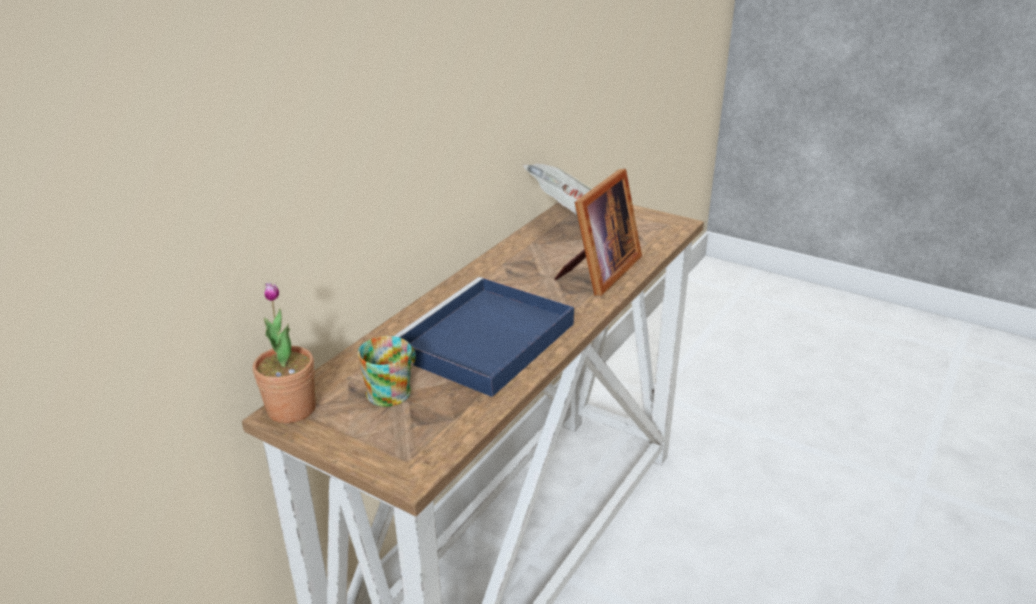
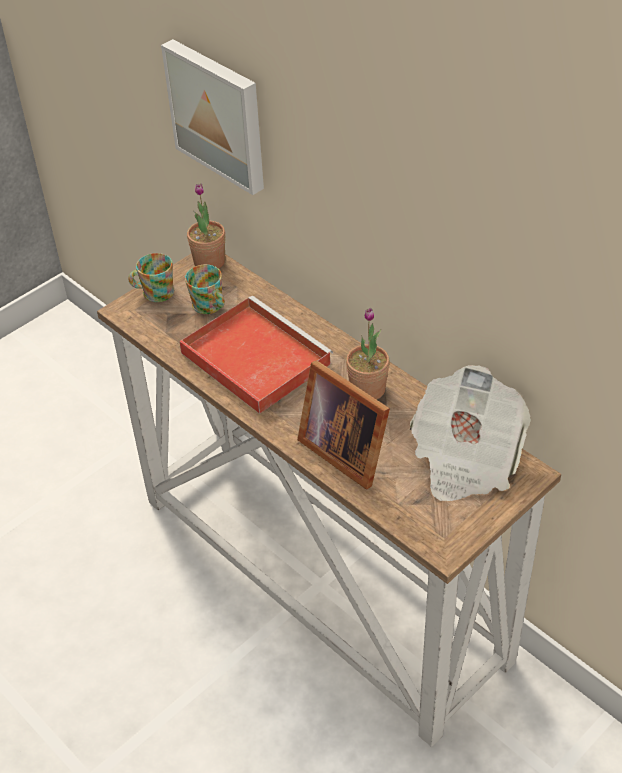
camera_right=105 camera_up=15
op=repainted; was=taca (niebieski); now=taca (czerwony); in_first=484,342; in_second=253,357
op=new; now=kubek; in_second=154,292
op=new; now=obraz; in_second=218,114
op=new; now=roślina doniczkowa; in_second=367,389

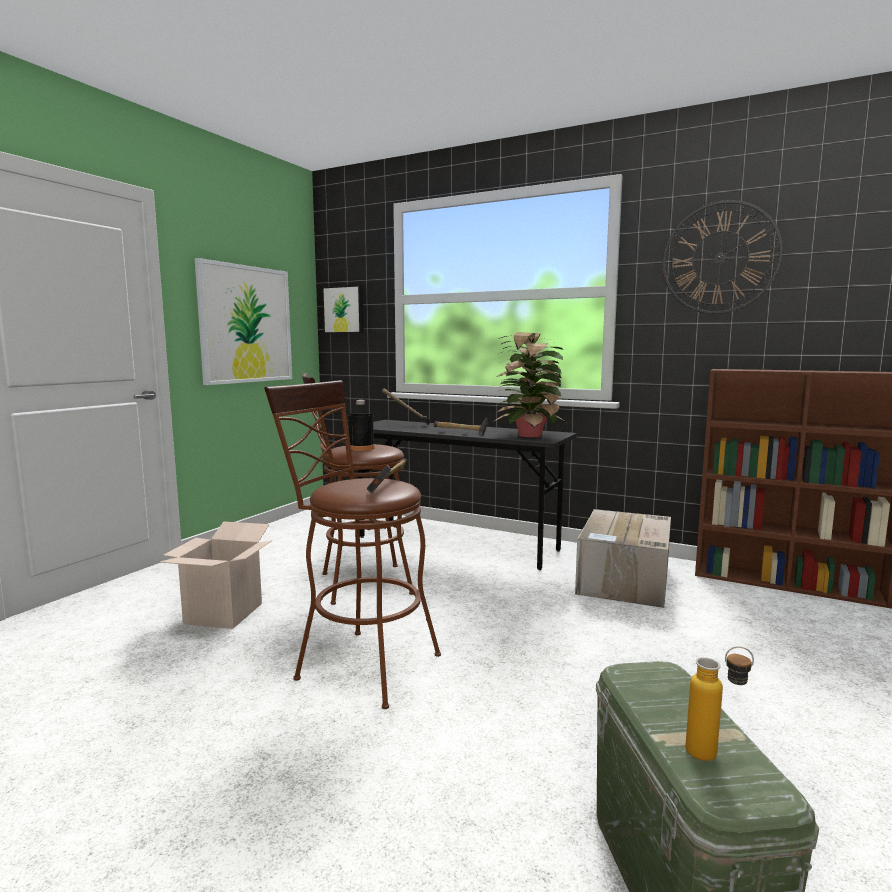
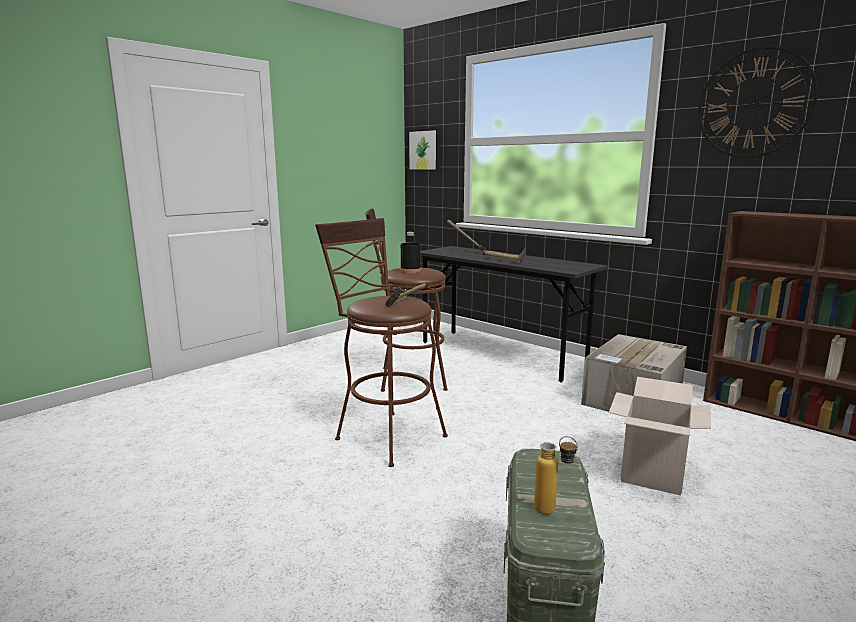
camera_right=15 camera_up=5
op=shifted; was=karton; in_first=223,613; in_second=652,474
op=gone; was=obraz; in_first=246,324
op=gone; was=roślina doniczkowa; in_first=529,435

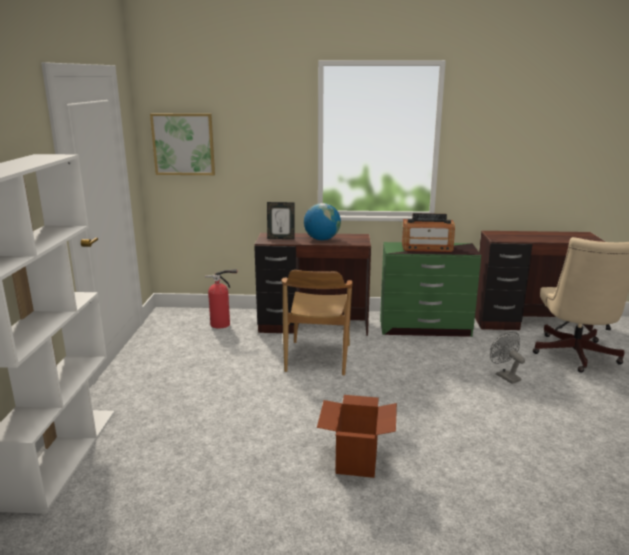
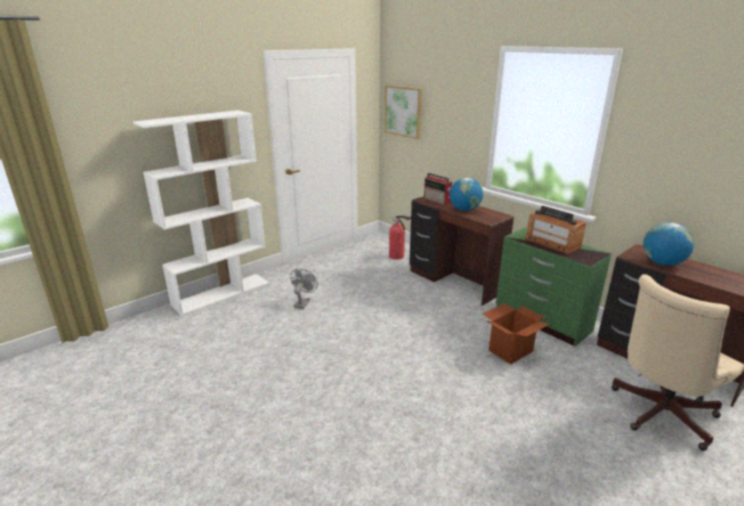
camera_right=45 camera_up=5
op=swapped; was=ramka na zdjęcie; now=radio; in_first=281,238; in_second=437,200
op=gone; was=krzesło (brązowy); in_first=317,358
op=shifted; was=karton; in_first=356,459; in_second=510,351
op=shifted; was=wentylator (szary); in_first=504,376; in_second=303,302
op=new; now=globus; in_second=662,263

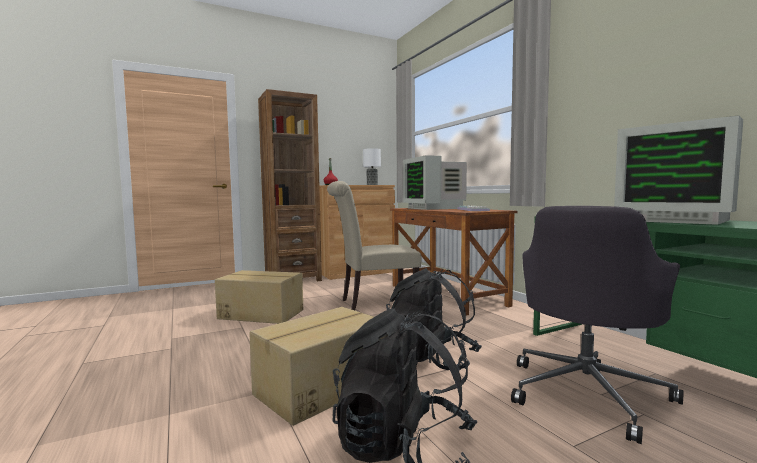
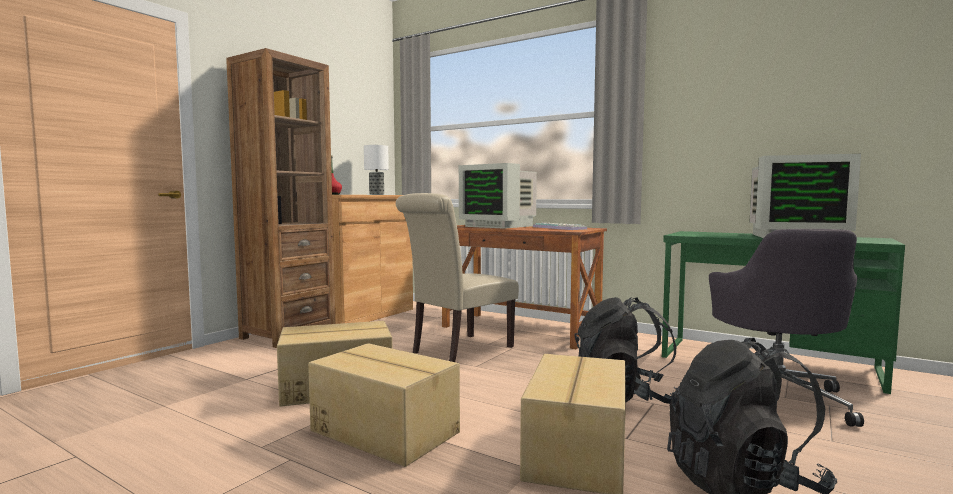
camera_right=-30 camera_up=0
op=new; now=karton; in_second=385,431

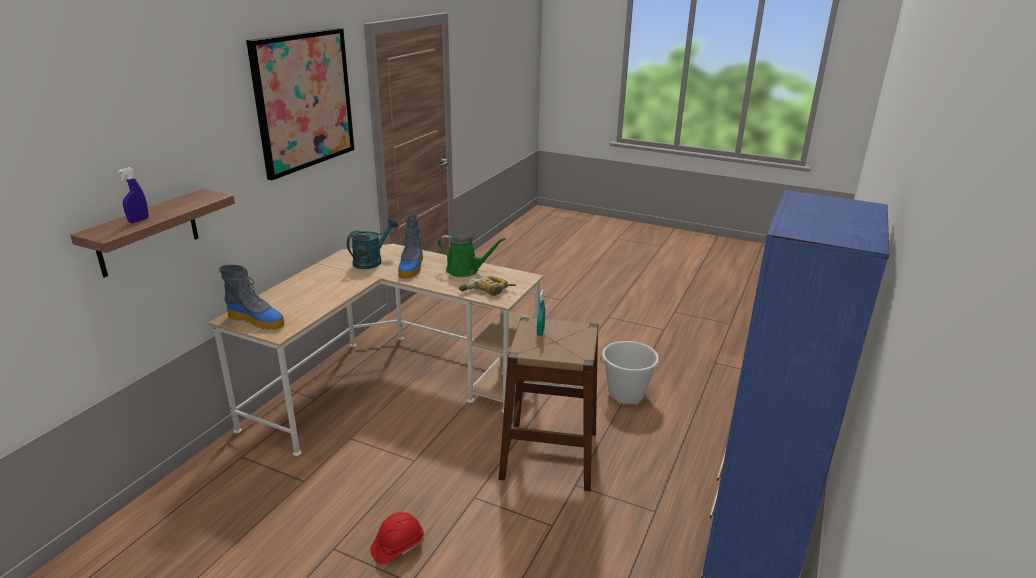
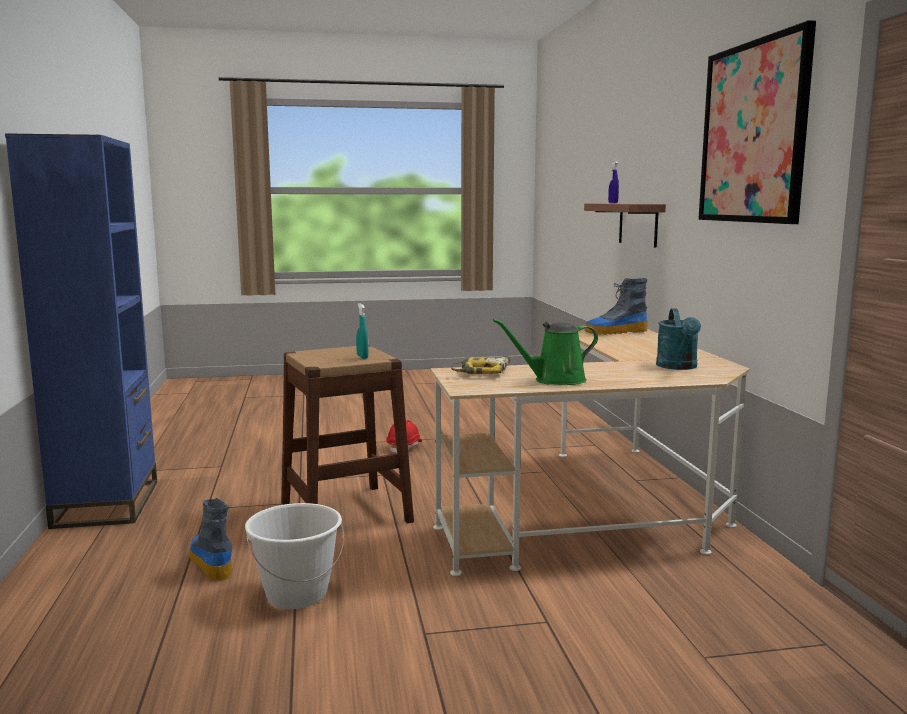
camera_right=145 camera_up=-15
op=shifted; was=but z cholewką; in_first=411,267; in_second=210,563

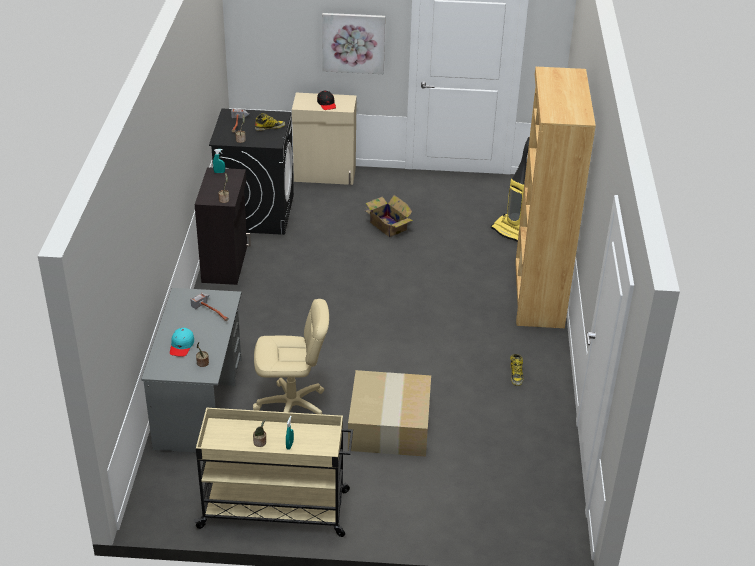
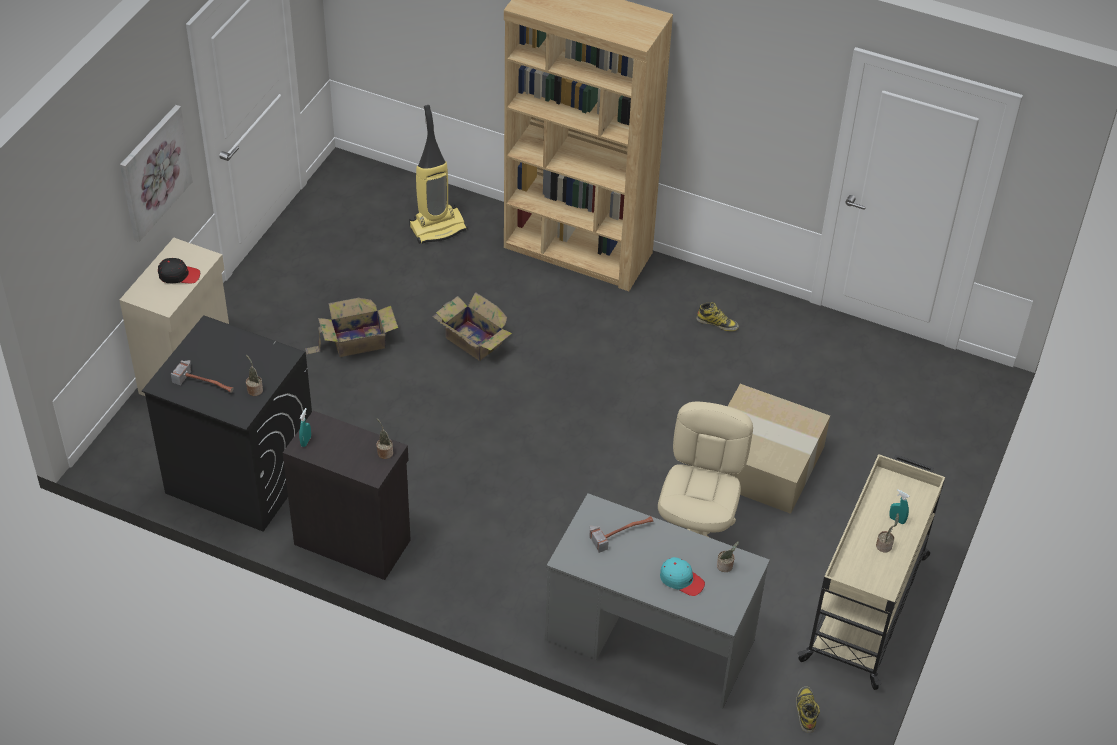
camera_right=-70 camera_up=10
op=shifted; was=but z cholewką; in_first=270,127; in_second=806,711
op=new; now=karton; in_second=472,339

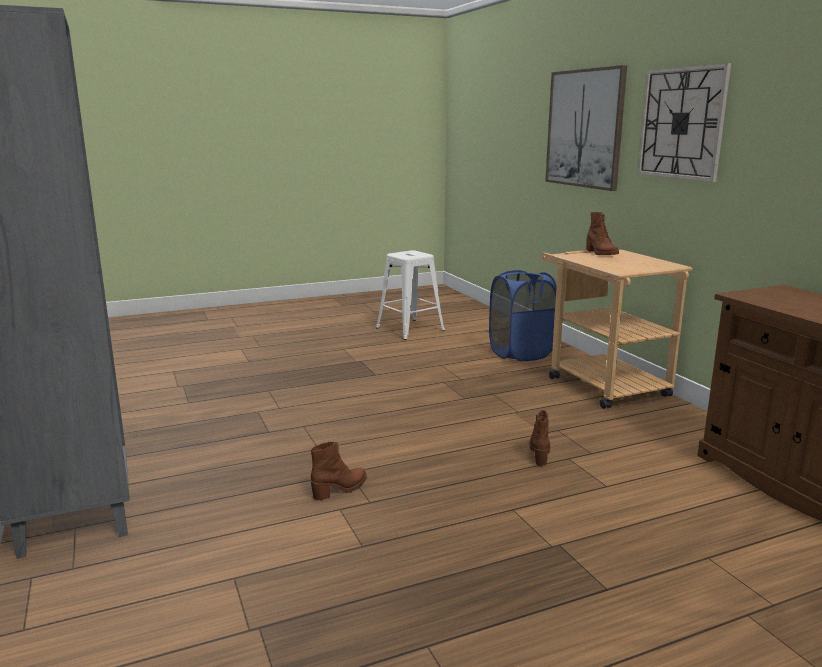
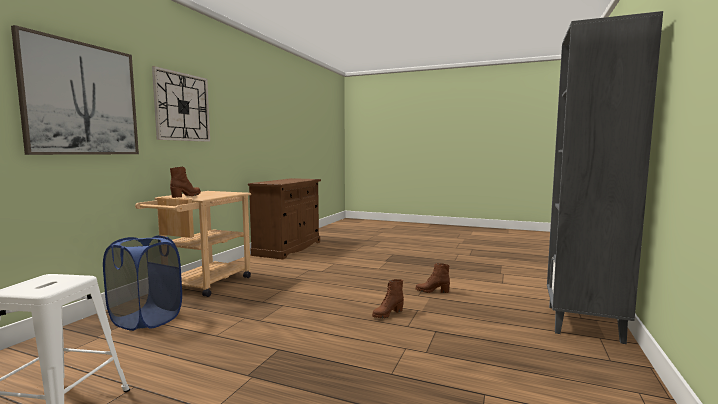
camera_right=-135 camera_up=-10
op=shifted; was=but z cholewką (brązowy); in_first=540,453; in_second=387,314

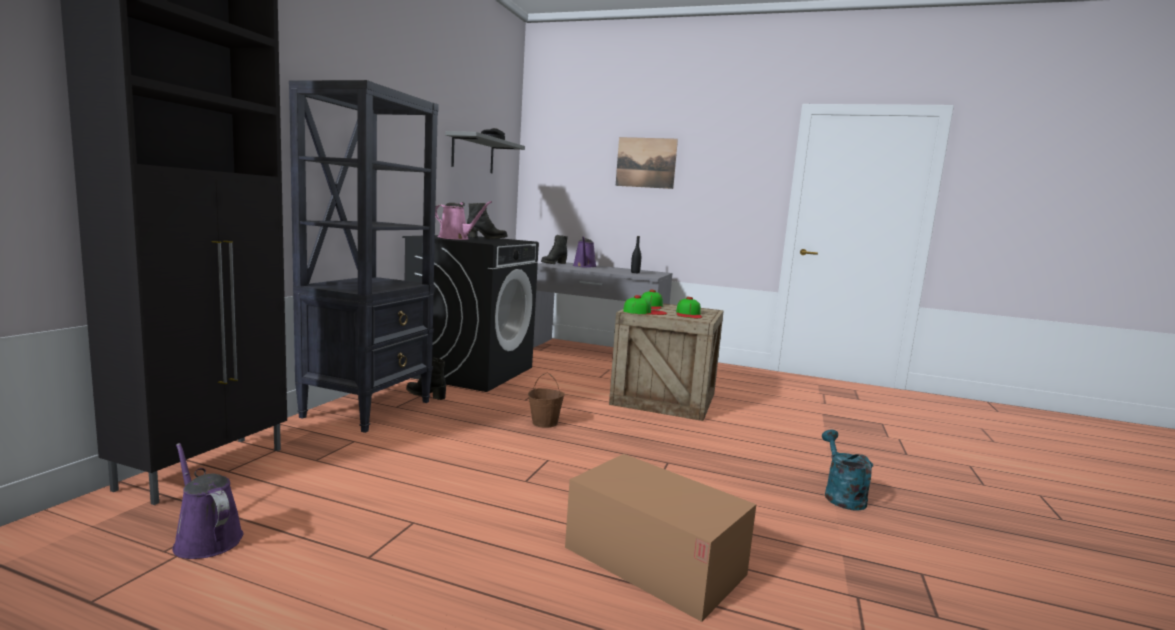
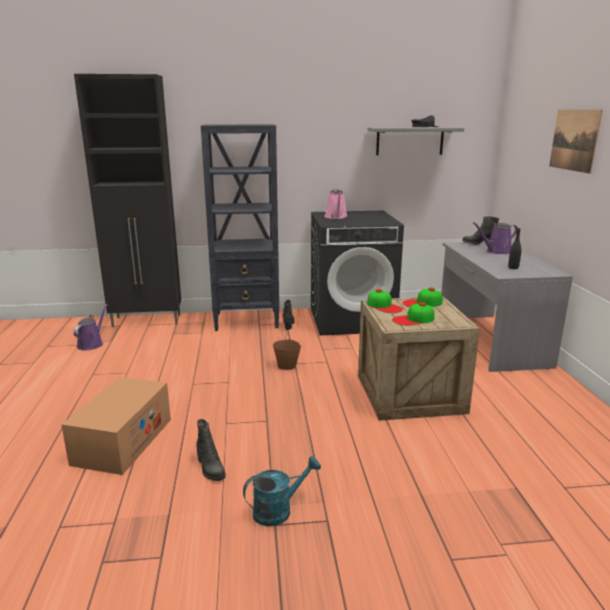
camera_right=65 camera_up=10
op=shifted; was=but z cholewką (czarny); in_first=486,238; in_second=210,469

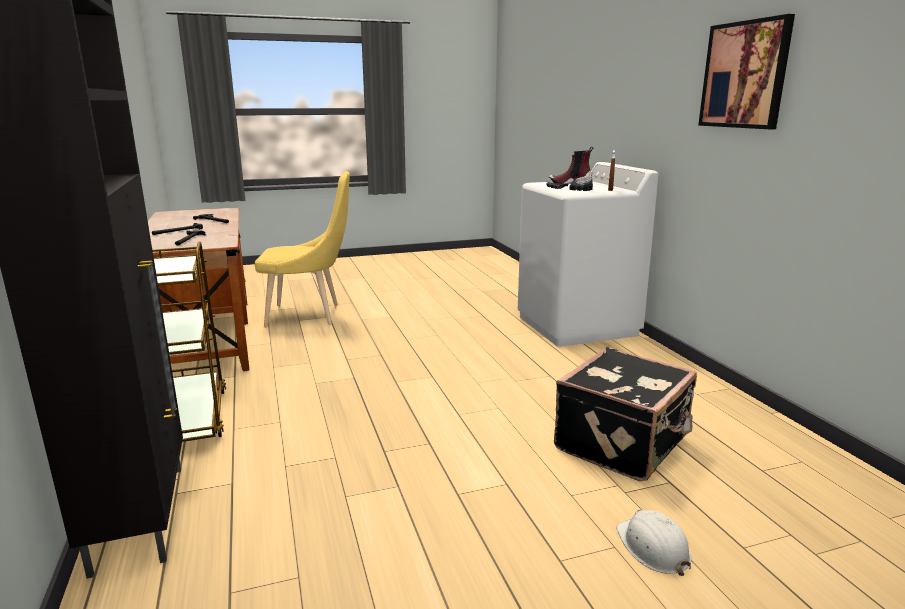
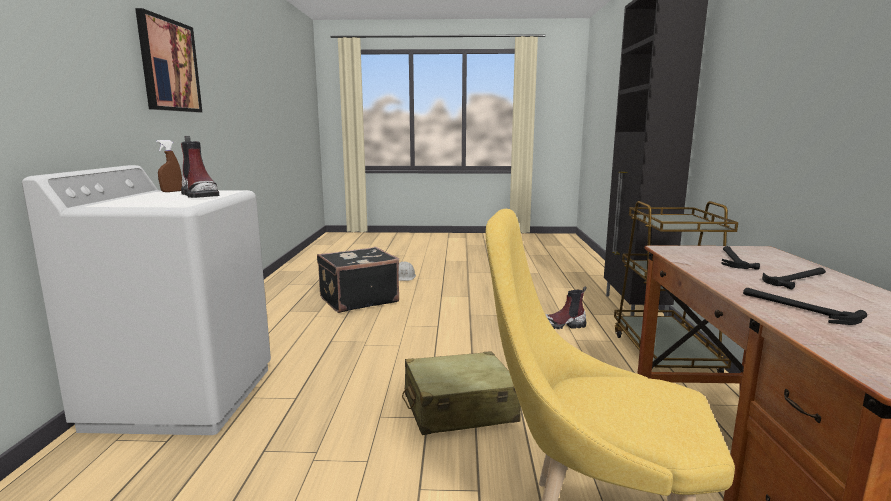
camera_right=-160 camera_up=-5
op=new; now=walizka (beżowy); in_second=459,408
op=new; now=but z cholewką; in_second=564,325

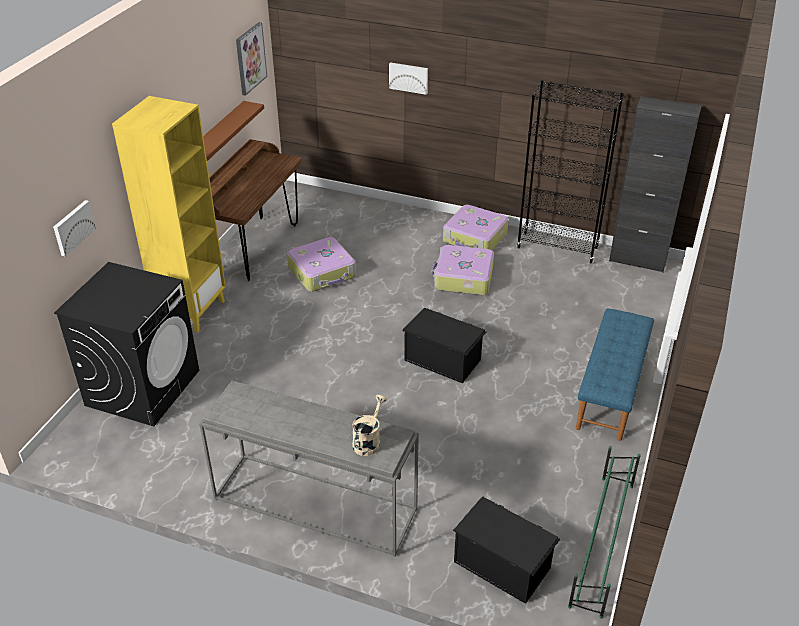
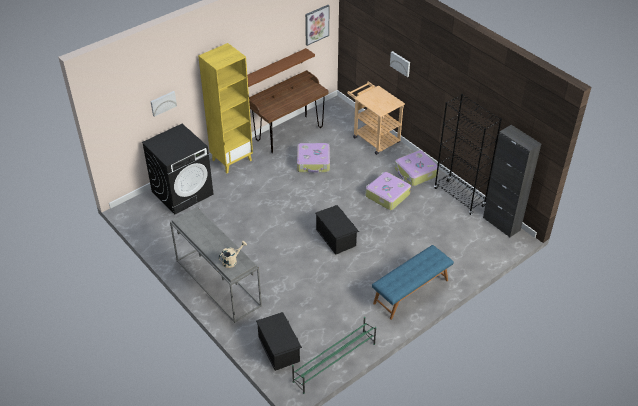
camera_right=30 camera_up=5
op=new; now=wózek (beżowy); in_second=373,138

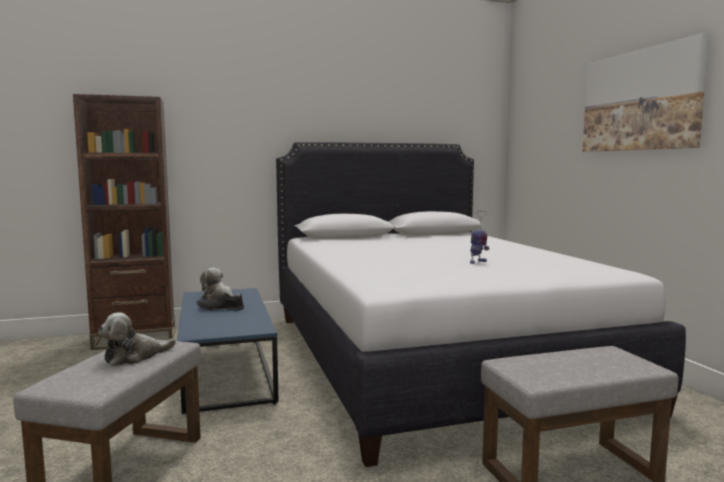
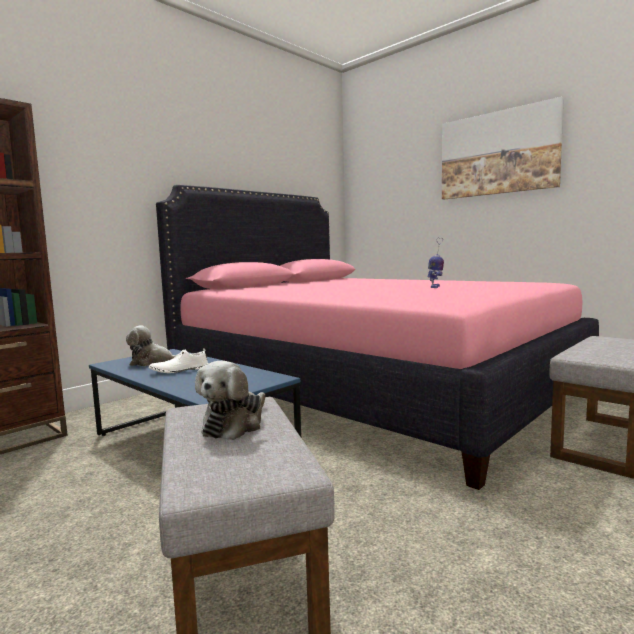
camera_right=-30 camera_up=0
op=repainted; was=but (czarny); now=but (biały); in_first=220,308; in_second=179,370
op=repainted; was=łóżko (biały); now=łóżko (różowy); in_first=431,357; in_second=368,390

